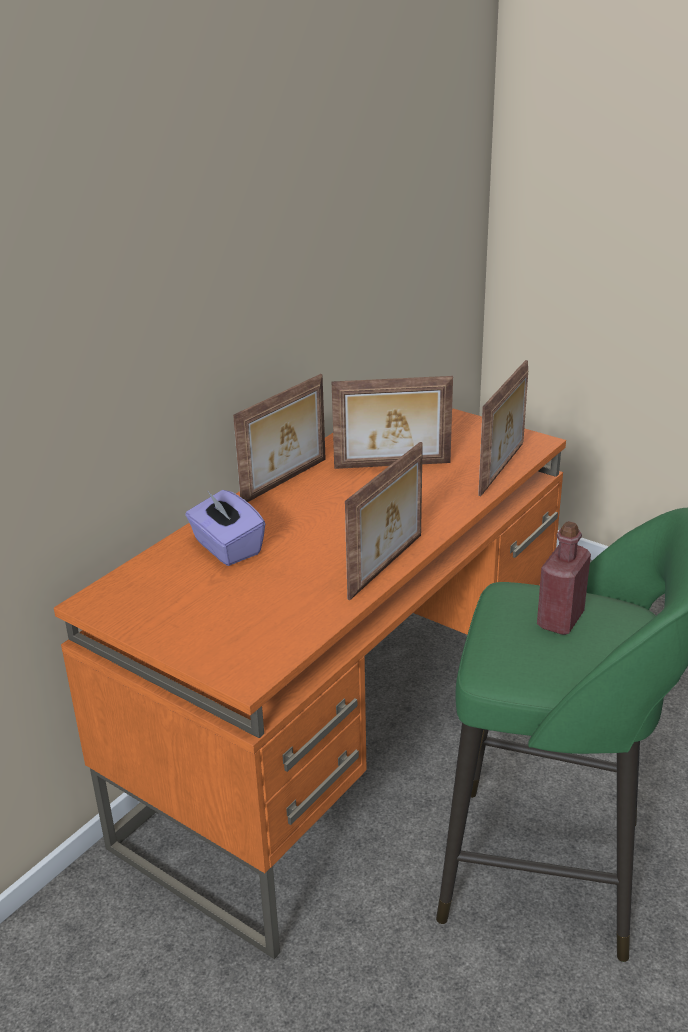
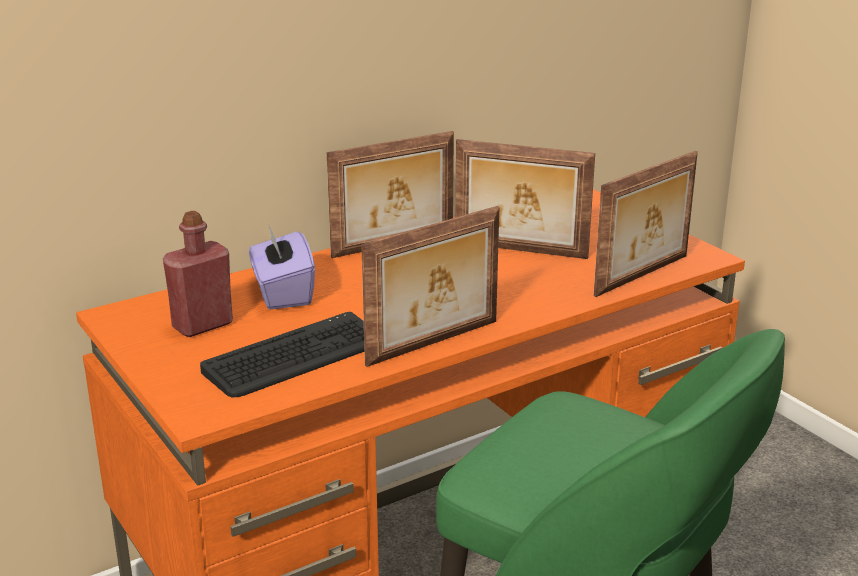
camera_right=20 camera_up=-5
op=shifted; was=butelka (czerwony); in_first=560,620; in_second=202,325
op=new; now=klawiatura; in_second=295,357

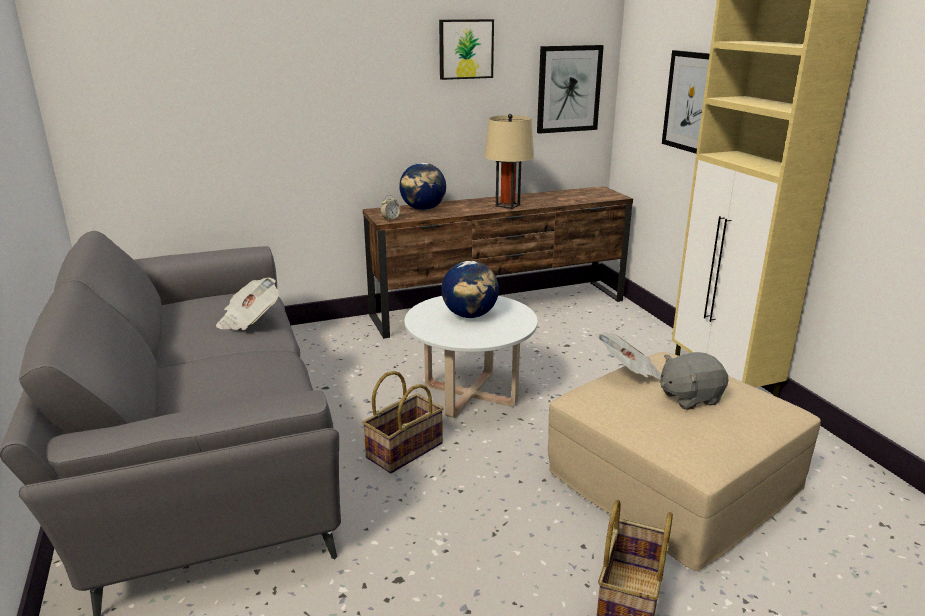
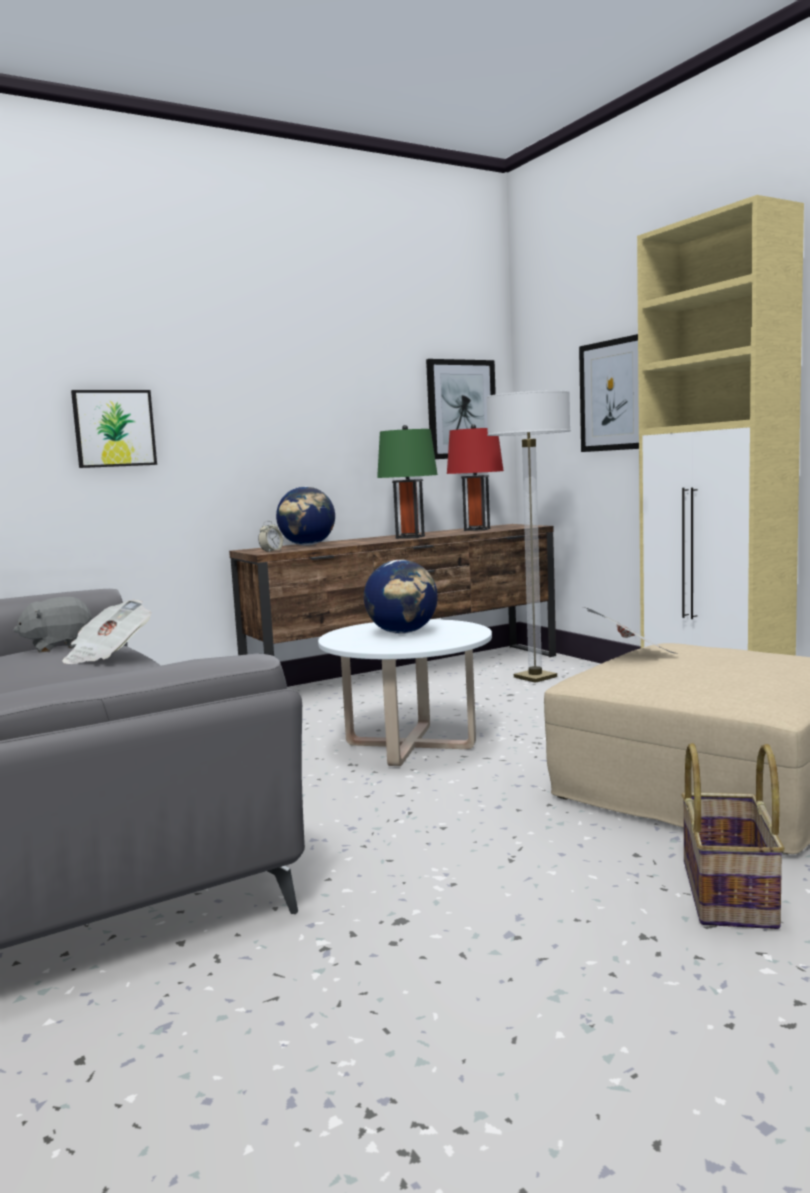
camera_right=-10 camera_up=-15
op=gone; was=koszyk; in_first=404,450
op=shifted; was=obraz; in_first=465,49; in_second=114,428
op=repainted; was=lampa stołowa (beżowy); now=lampa stołowa (zielony); in_first=507,205; in_second=410,537
op=shifted; was=pluszak (szary); in_first=689,397; in_second=58,647
op=new; now=lampa stołowa (czerwony); in_second=477,529
op=new; now=lampa stojąca; in_second=535,677

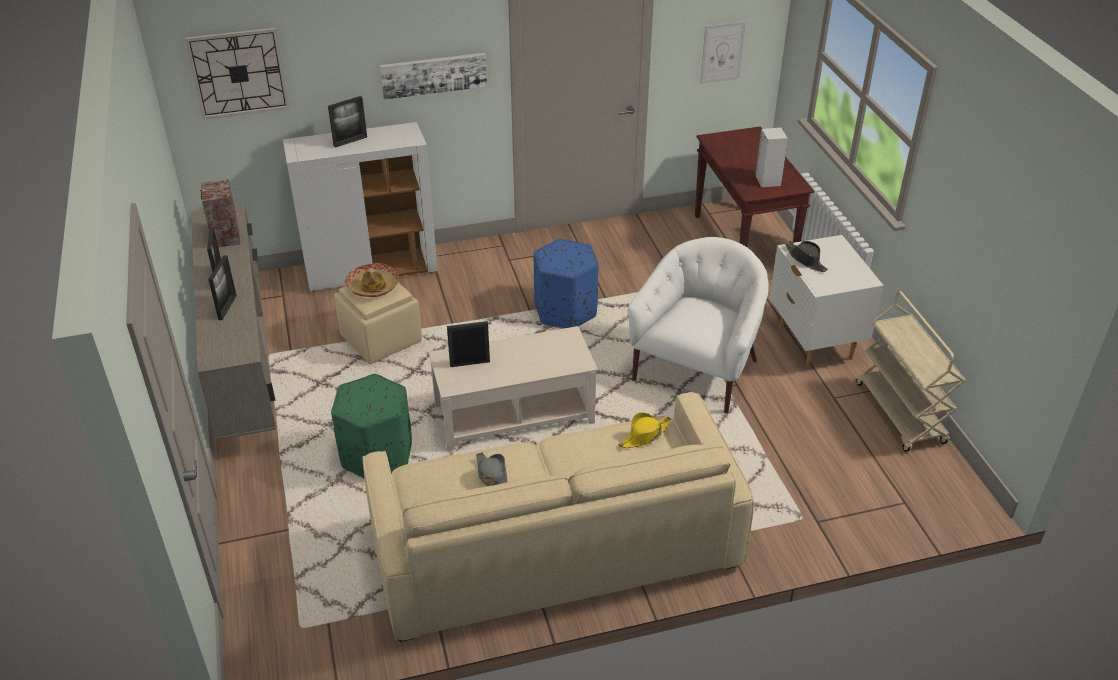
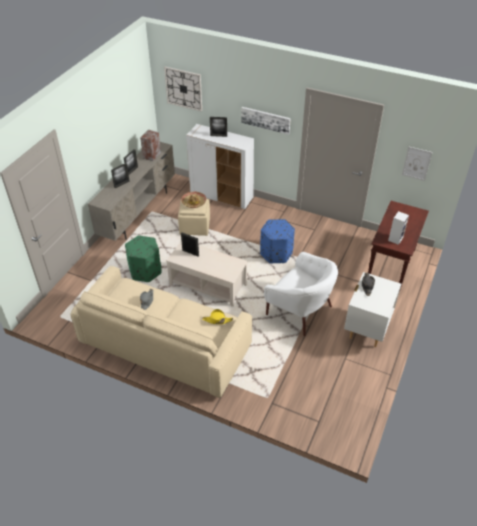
camera_right=40 camera_up=5
op=rotated; was=fotel (biały); in_first=697,370; in_second=300,310; clockwise=60
op=gone; was=wózek (beżowy); in_first=901,414

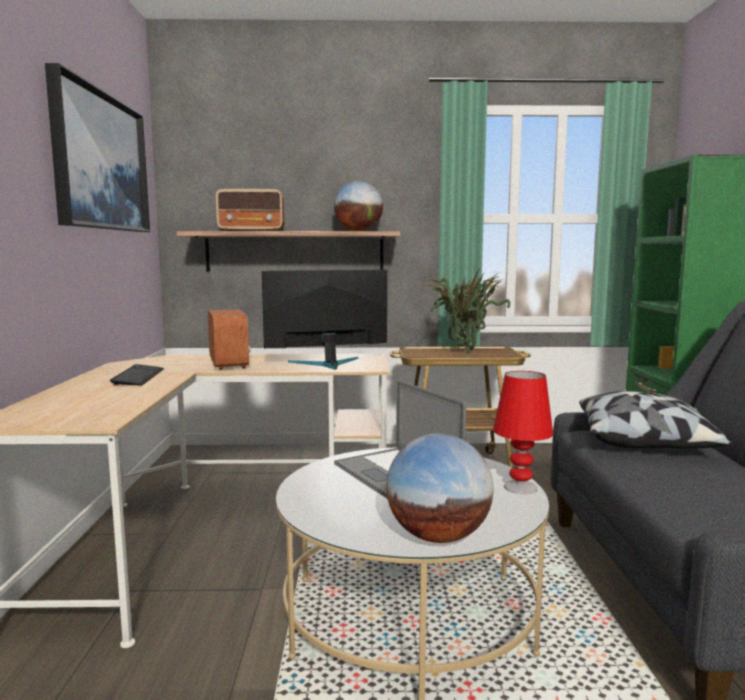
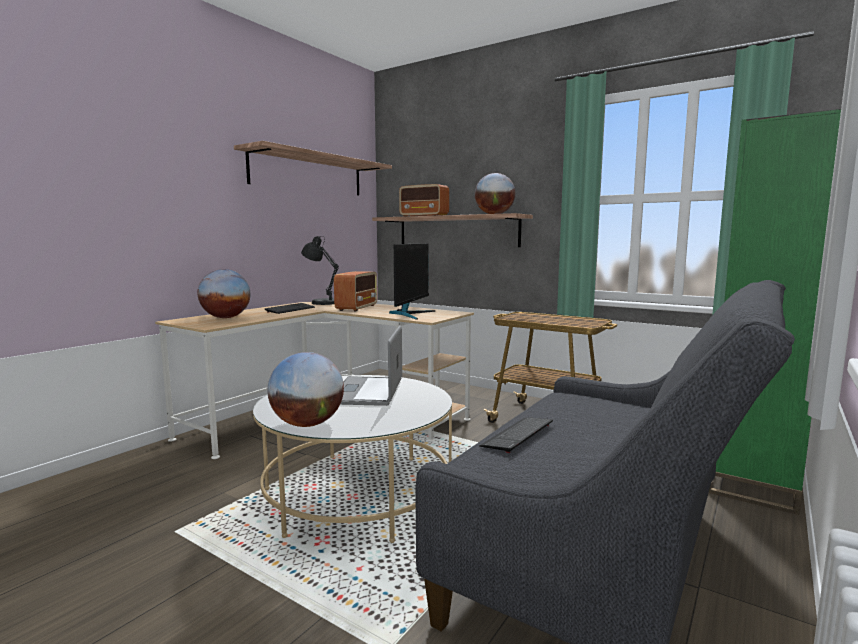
camera_right=35 camera_up=0
op=swapped; was=obraz; now=półka; in_first=100,162; in_second=308,174
op=rotated; was=monitor; in_first=327,363; in_second=410,314; clockwise=90
op=gone; was=roślina doniczkowa; in_first=463,352
op=gone; was=lampa stołowa (czerwony); in_first=520,488
op=gone; was=poduszka; in_first=646,443
op=new; now=globus; in_second=225,317
op=new; now=lampa stołowa (szary); in_second=322,303
op=new; now=klawiatura; in_second=518,435

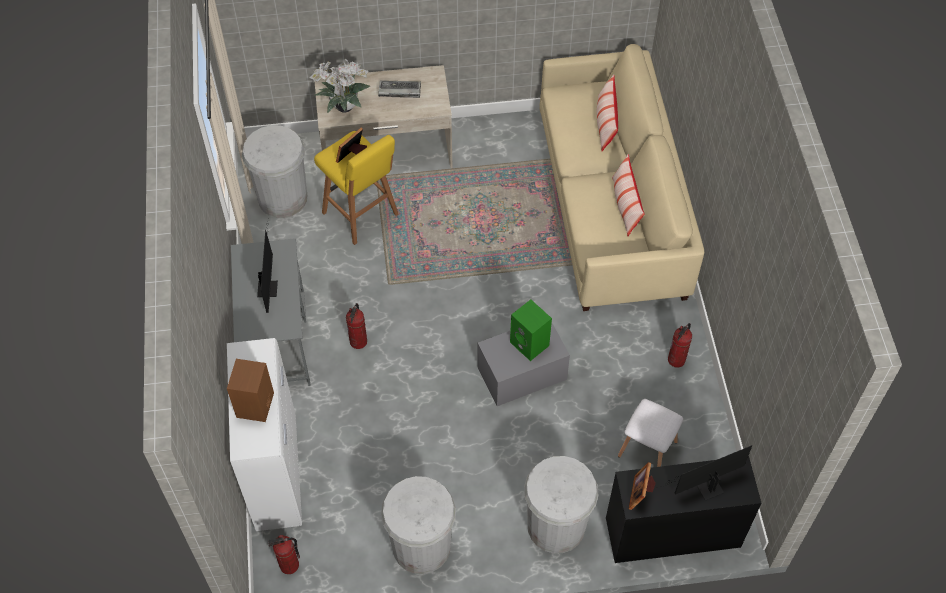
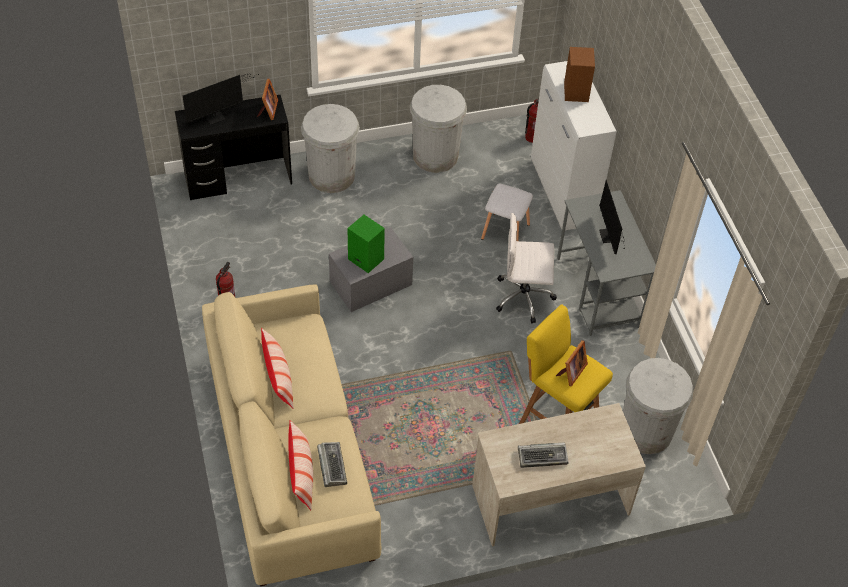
camera_right=170 camera_up=-5
op=gone; was=roślina doniczkowa; in_first=343,107
op=swapped; was=gaśnica; now=krzesło biurowe (biały); in_first=358,342; in_second=524,297
op=shifted; was=stołek (biały); in_first=648,449; in_second=504,231
op=new; now=klawiatura; in_second=332,465

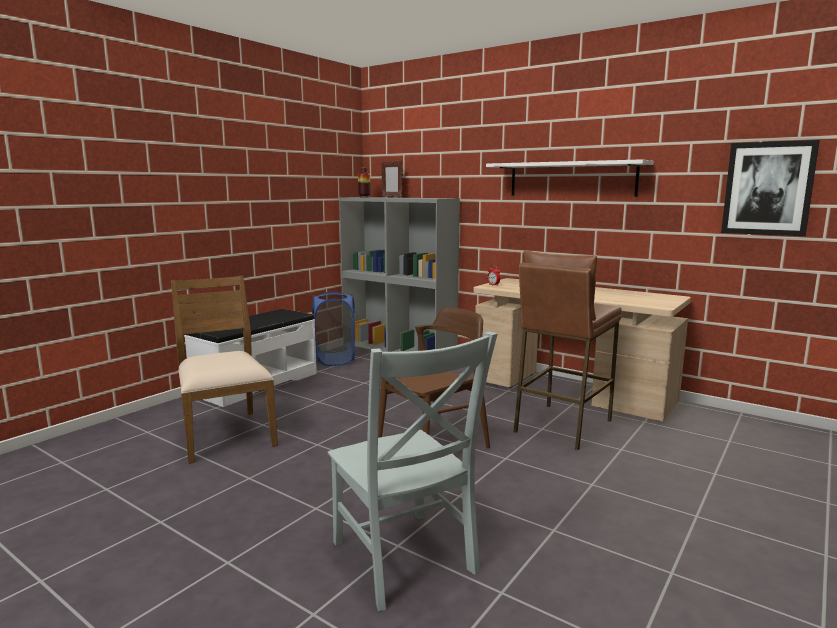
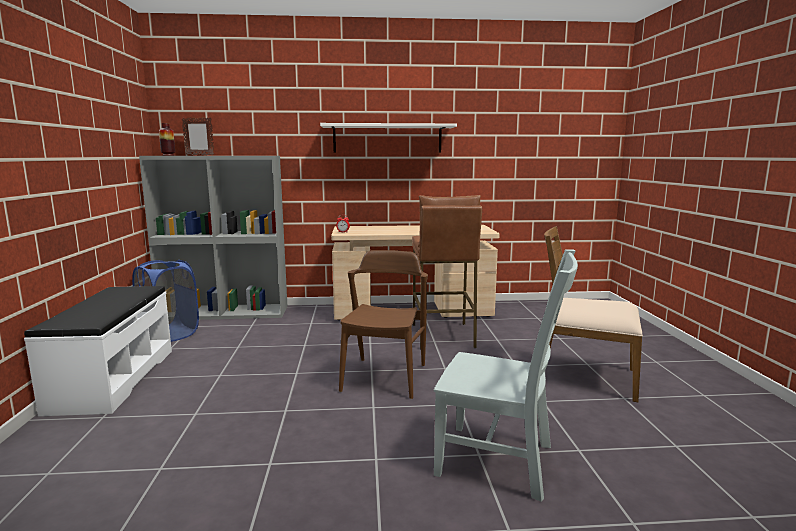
camera_right=-40 camera_up=0
op=shifted; was=krzesło (brązowy); in_first=226,434; in_second=585,376
op=gone; was=obraz; in_first=768,188

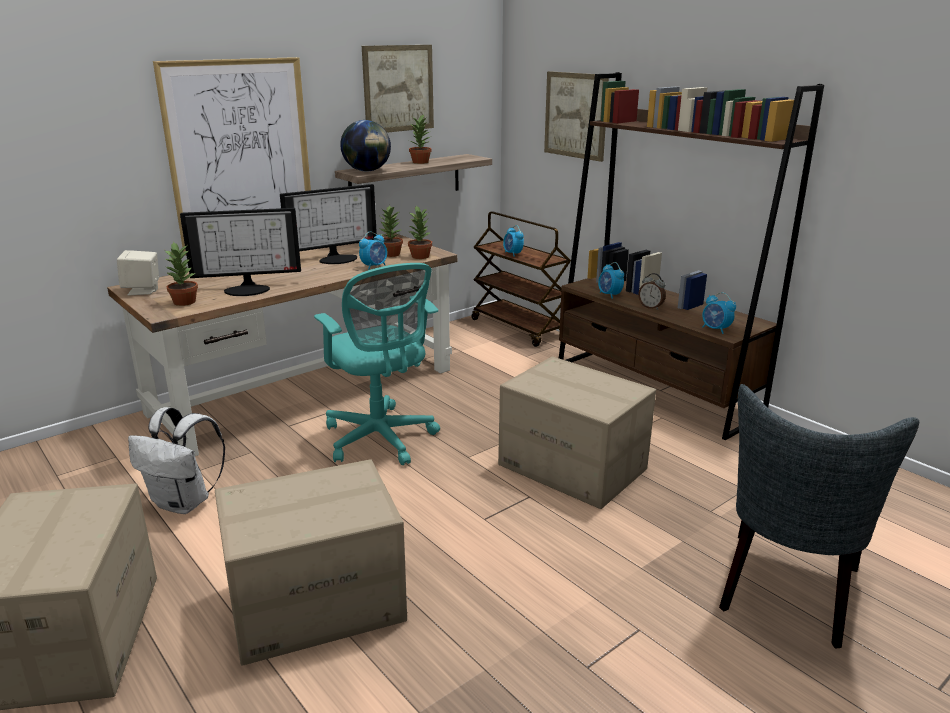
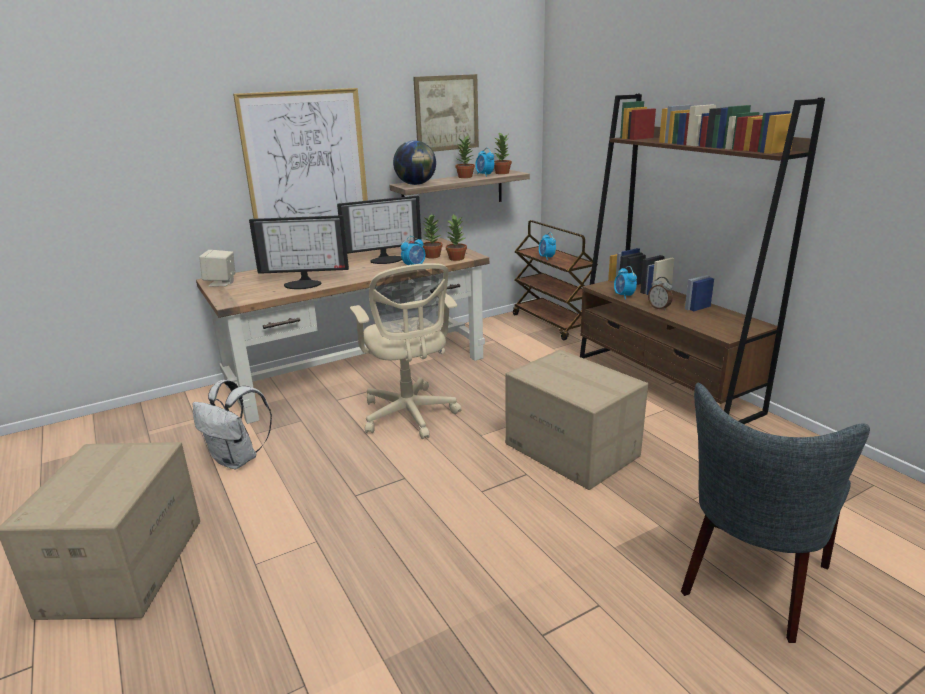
camera_right=10 camera_up=0
op=shifted; was=roślina doniczkowa; in_first=185,302; in_second=502,173
op=gone; was=karton; in_first=316,601
op=repainted; was=krzesło biurowe (turkusowy); now=krzesło biurowe (beżowy); in_first=381,440; in_second=410,416
op=gone; was=obraz; in_first=575,115
op=shifted; was=budzik; in_first=715,329; in_second=484,175

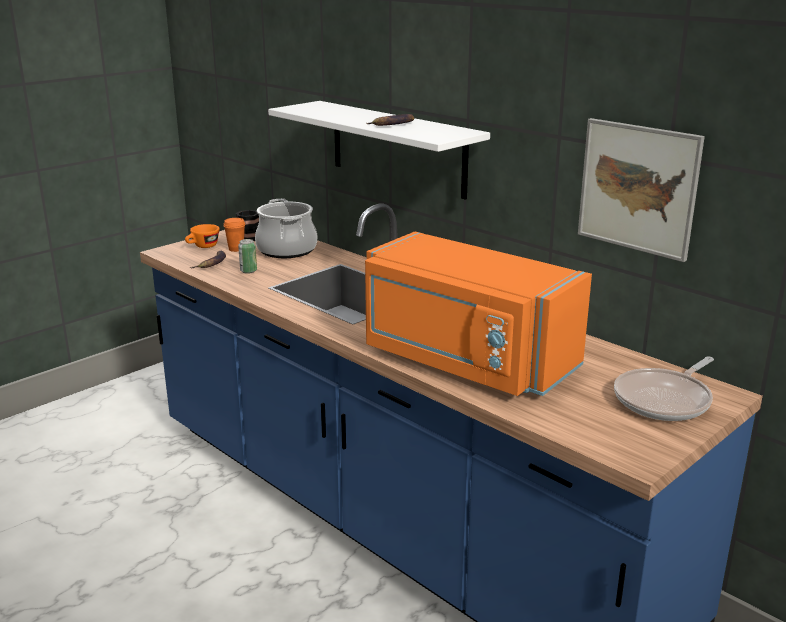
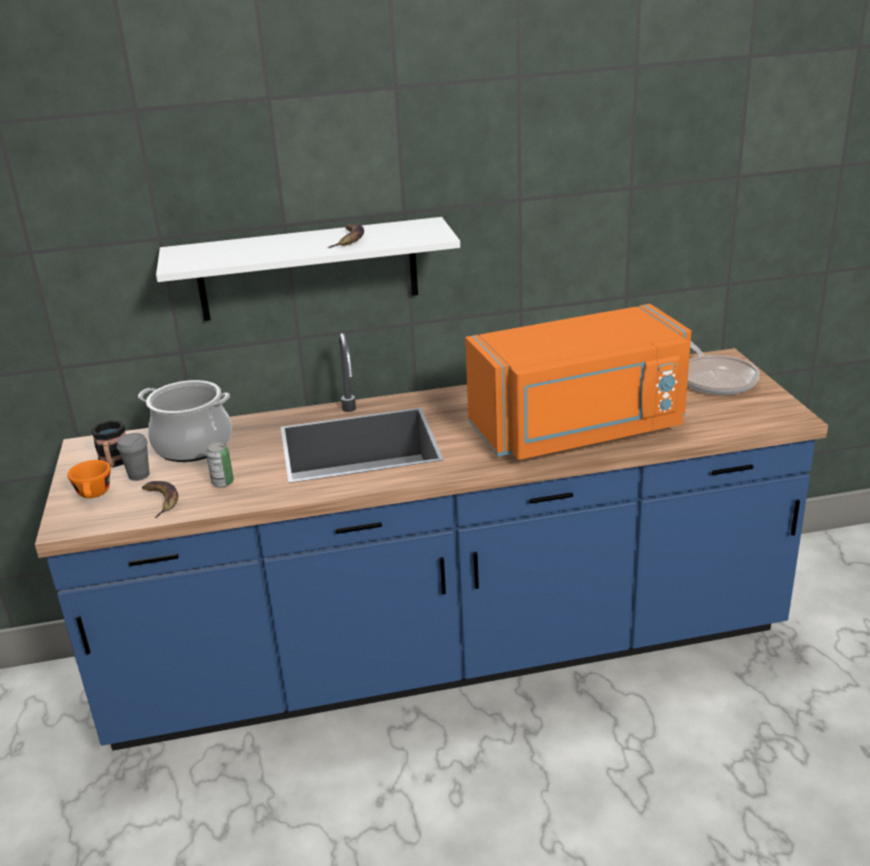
camera_right=-55 camera_up=5
op=repainted; was=filiżanka (pomarańczowy); now=filiżanka (szary); in_first=236,249; in_second=139,475
op=gone; was=obraz; in_first=638,188

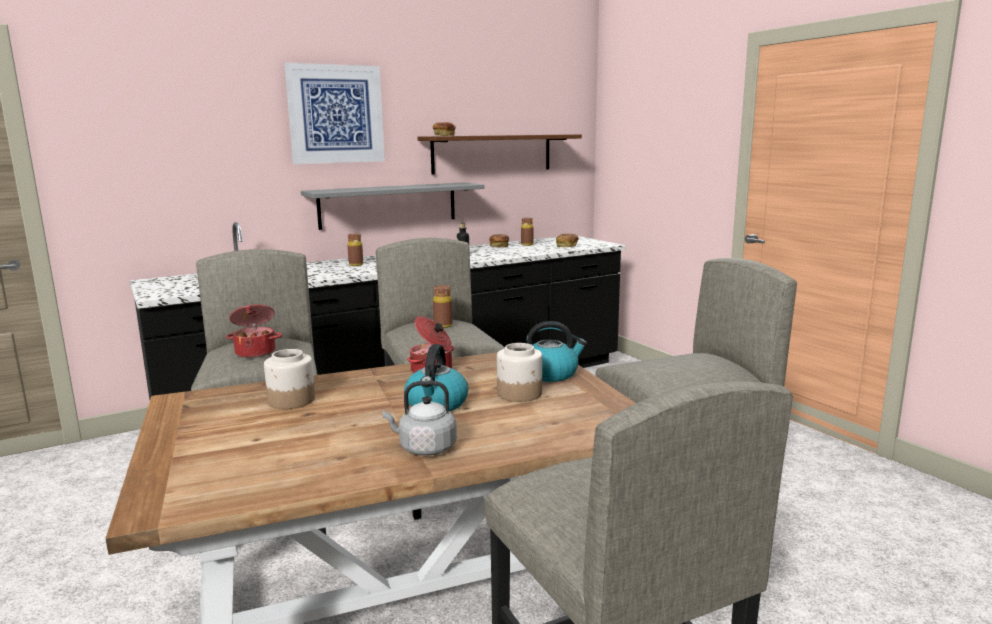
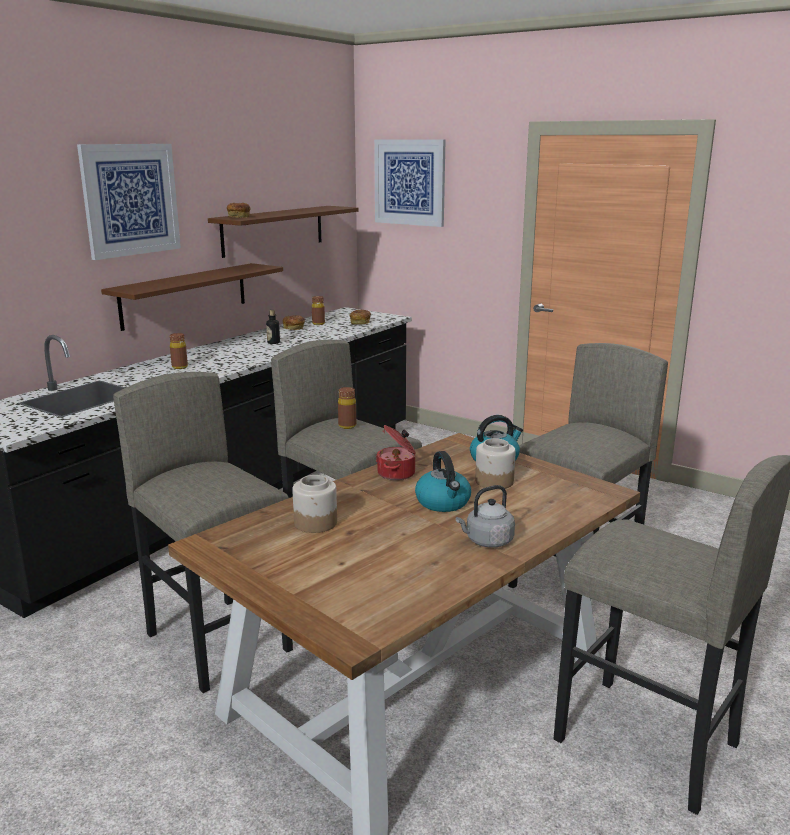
camera_right=-25 camera_up=5
op=gone; was=garnek; in_first=256,352
op=repainted; was=półka (szary); now=półka (brązowy); in_first=388,205; in_second=185,295
op=new; now=obraz; in_second=409,182

